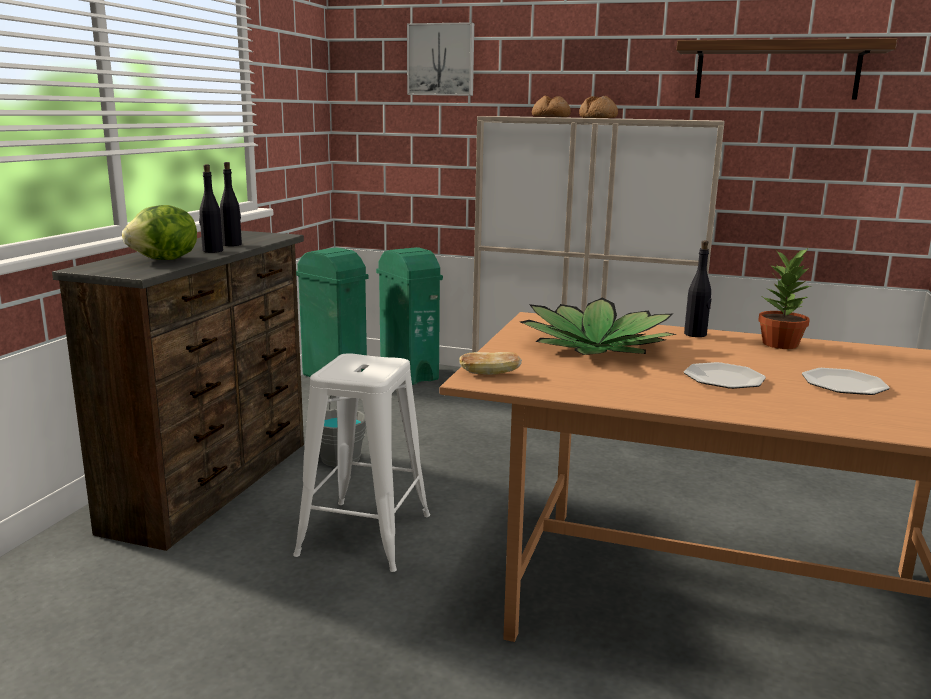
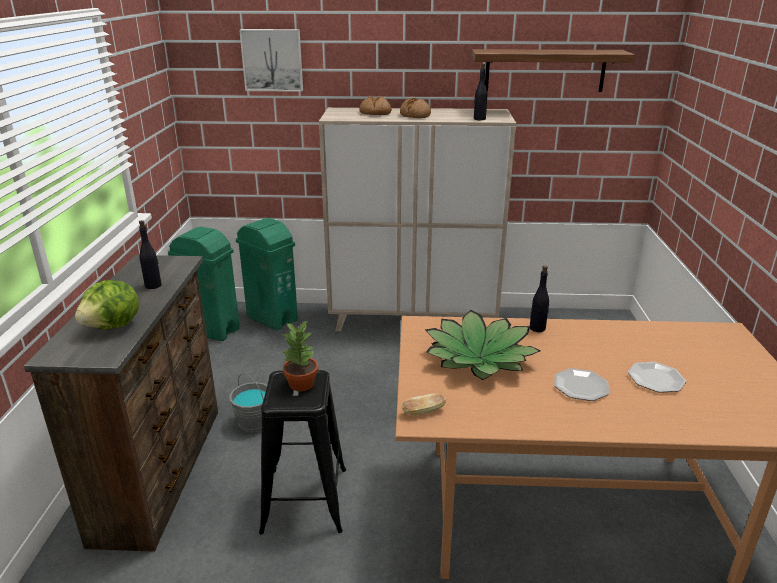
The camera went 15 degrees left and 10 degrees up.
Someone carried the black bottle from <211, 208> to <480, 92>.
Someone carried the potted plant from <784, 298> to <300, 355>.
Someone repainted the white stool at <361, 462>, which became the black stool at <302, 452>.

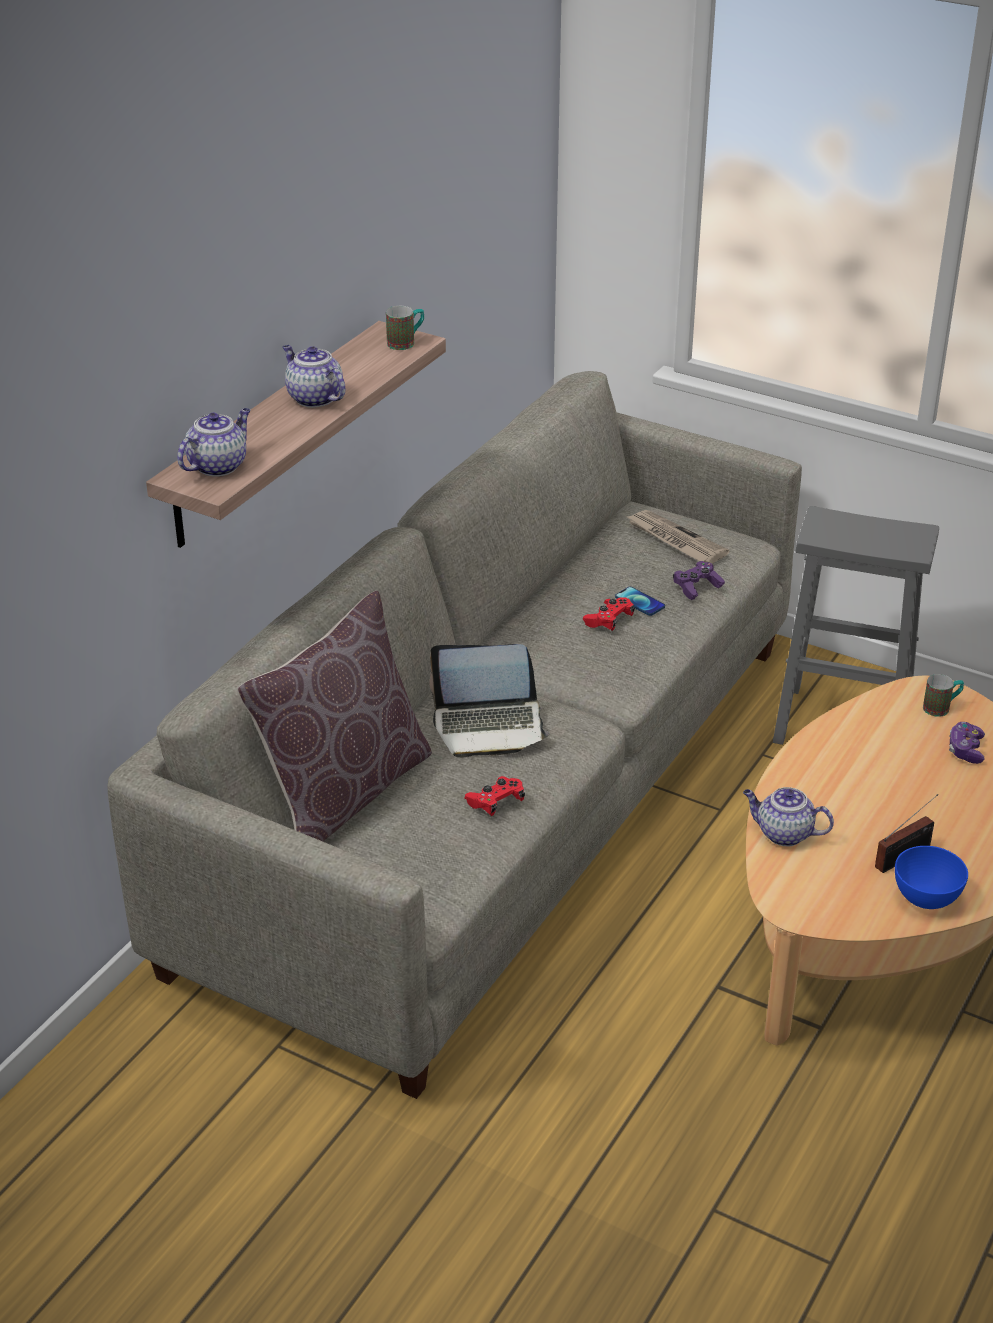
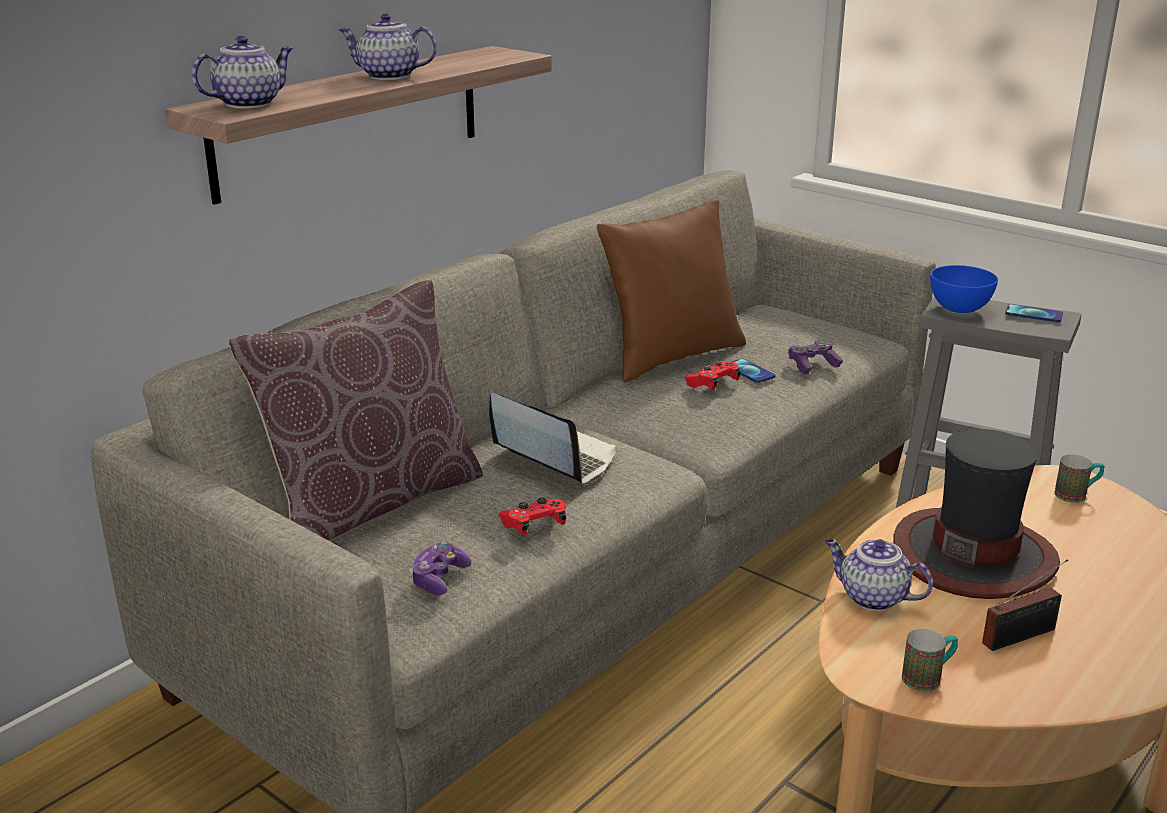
The camera went 10 degrees right and 10 degrees down.
Someone carried the mug from <405, 328> to <930, 660>.
Someone rotated the teapot at <313, 376> by 45 degrees counterclockwise.
Someone took away the newspaper at <677, 537>.
Someone rotated the laptop at <490, 701> by 150 degrees counterclockwise.
Someone carried the game controller from <967, 743> to <440, 568>.
Someone carried the blue bowl from <931, 877> to <964, 289>.
Someone put down the brown pillow at <671, 290>.
Someone put down the phone at <1034, 313>.
Someone put down the hat at <976, 514>.

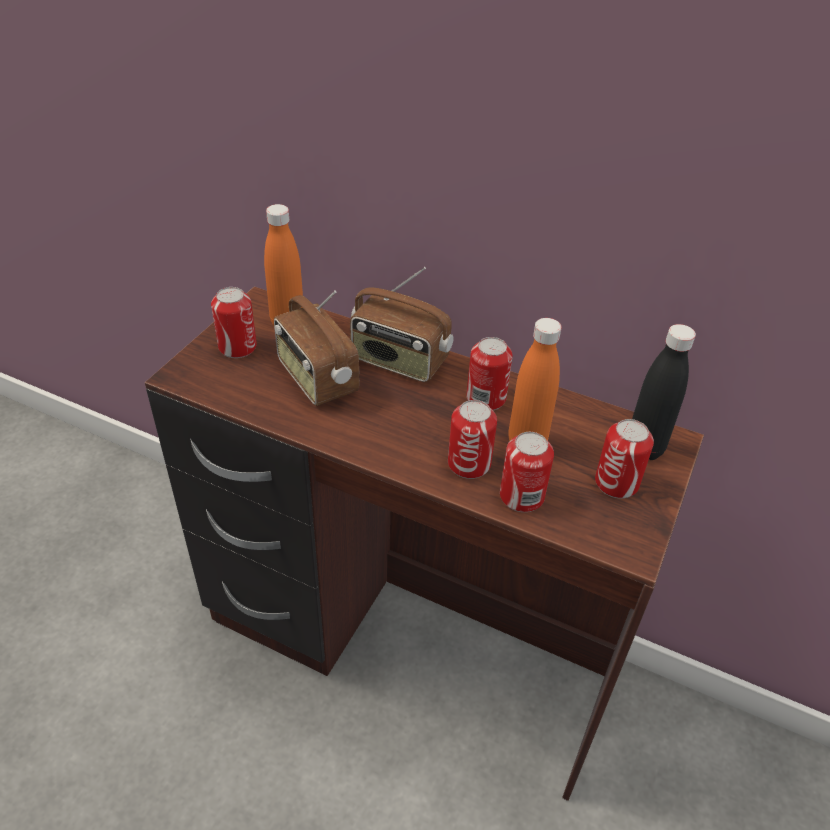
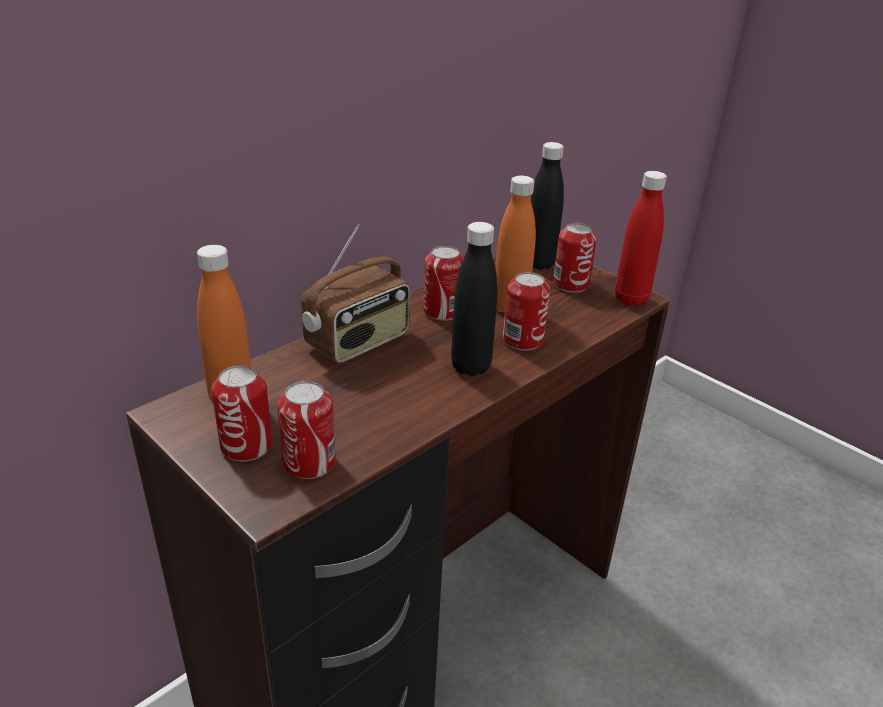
The camera went 70 degrees left and 10 degrees down.
Someone took away the radio at <316, 348>.
Someone carried the can from <527, 472> to <306, 430>.
Someone put down the red bottle at <641, 238>.
Someone put down the black bottle at <474, 299>.

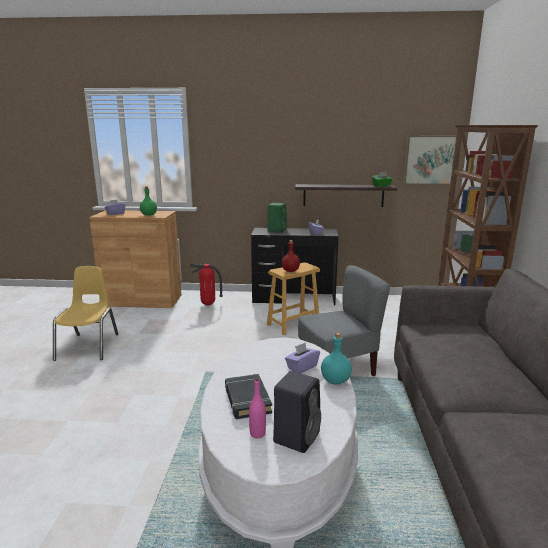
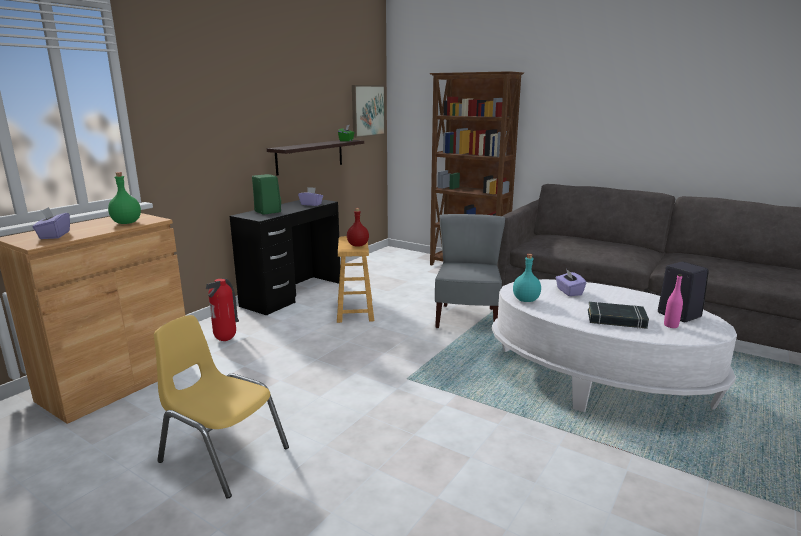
The camera went 60 degrees left and 0 degrees up.
Someone carried the turquoise bottle from <336, 359> to <527, 278>.

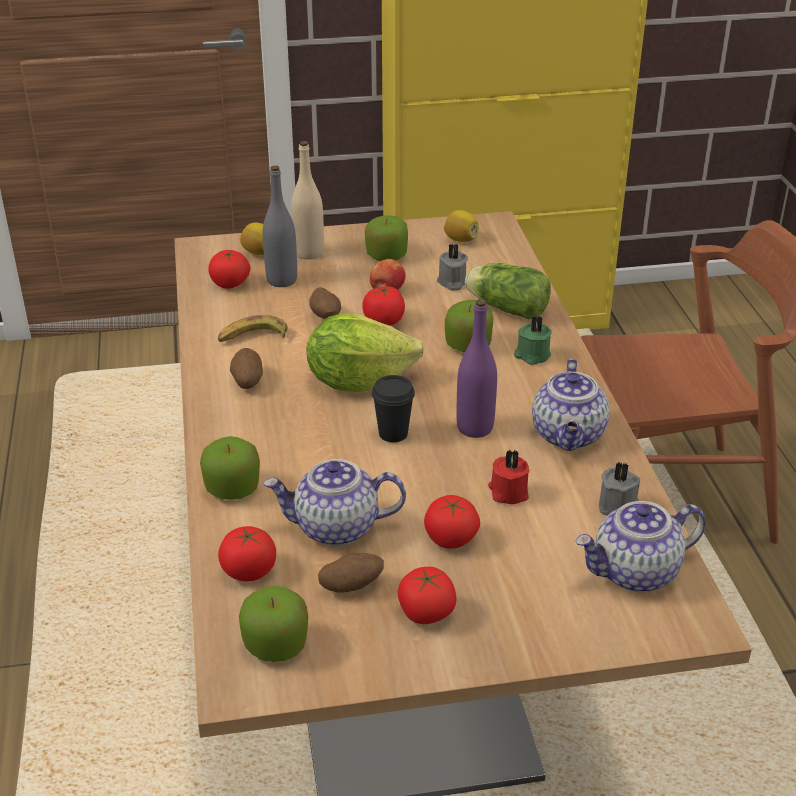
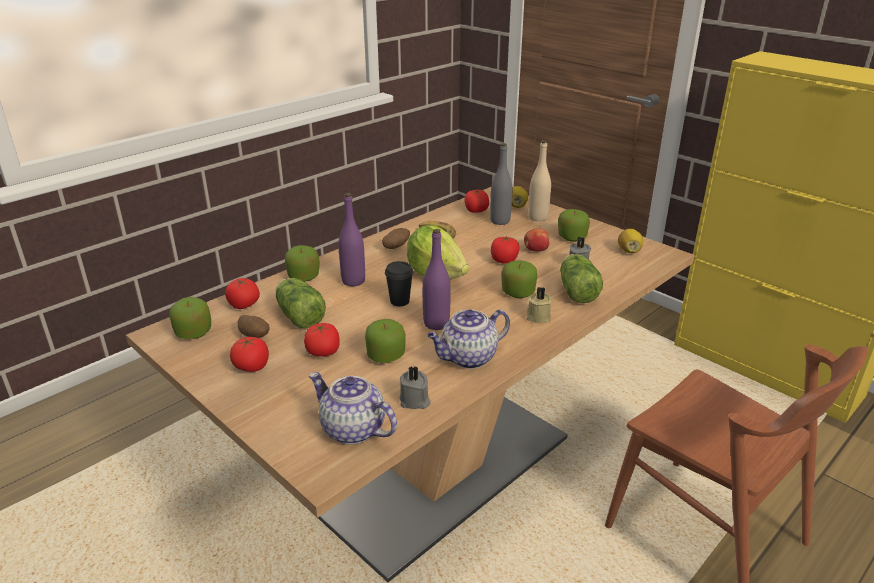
The camera went 55 degrees right and 5 degrees down.
Someone took away the potato at <325, 303>.
Someone repainted the green candle at <533, 340>, which became the beige candle at <539, 305>.
Someone swapped the red candle at <508, 476> for the apple at <385, 341>.
Someone swapped the teapot at <334, 502> for the lettuce at <301, 303>.
Someone put down the purple bottle at <352, 239>.

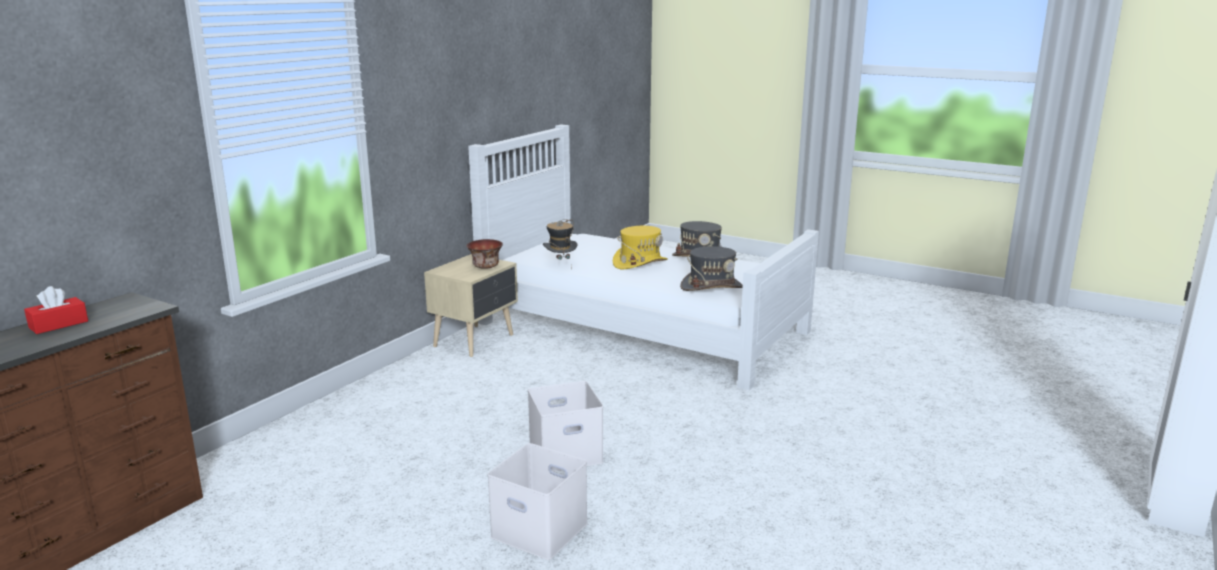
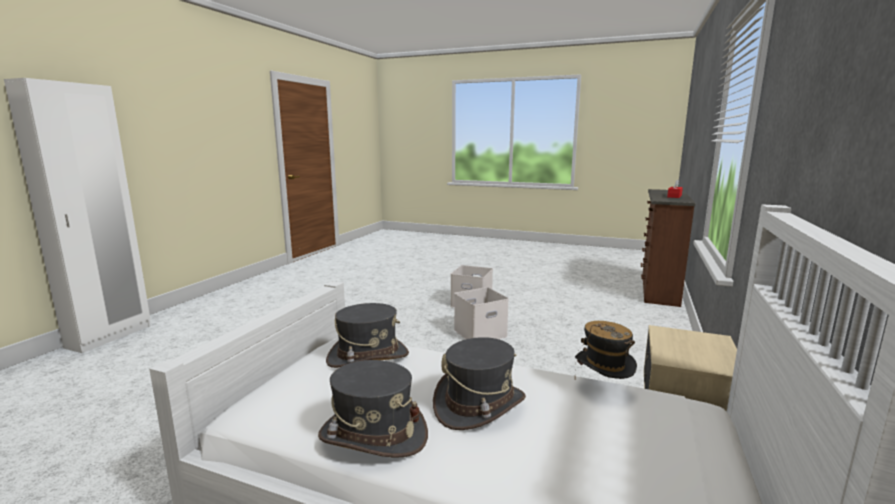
The camera went 170 degrees right and 5 degrees down.
Someone repainted the yellow hat at <640, 247>, which became the grey hat at <479, 383>.
Someone took away the bowl at <485, 254>.

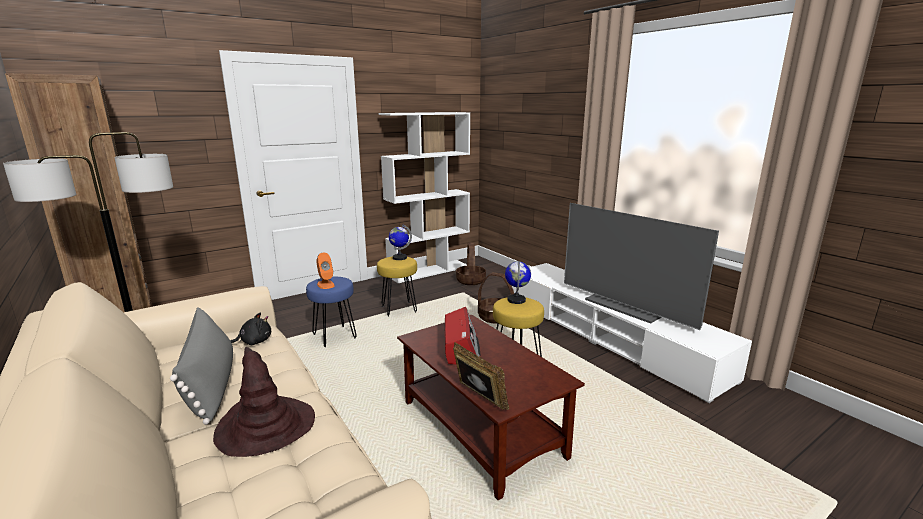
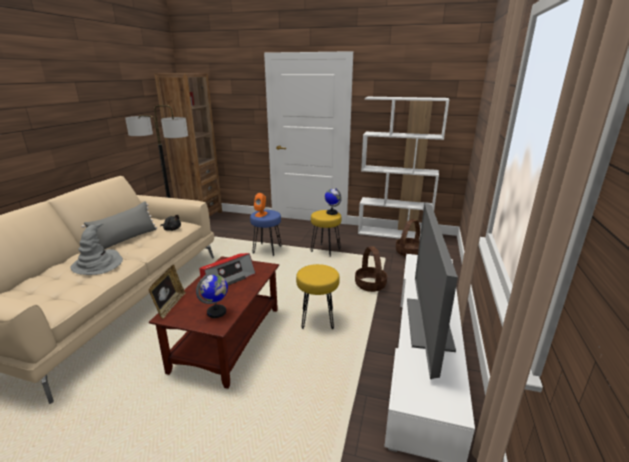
The camera went 50 degrees right and 5 degrees up.
Someone carried the globe from <518, 282> to <212, 296>.
Someone repainted the brown hat at <264, 402>, which became the grey hat at <96, 249>.

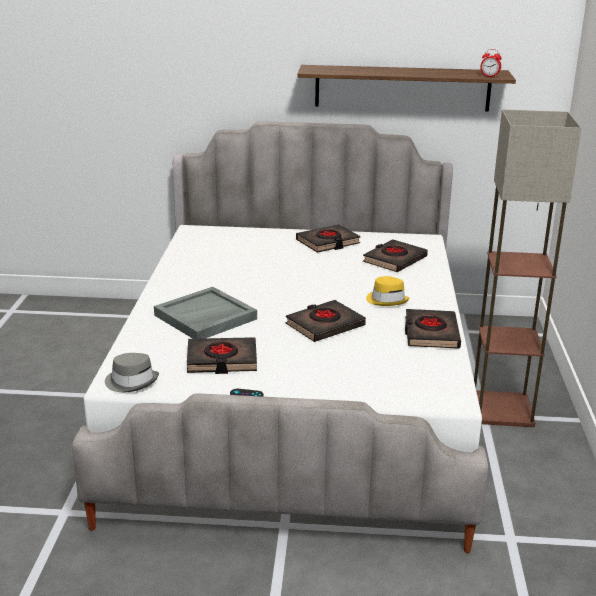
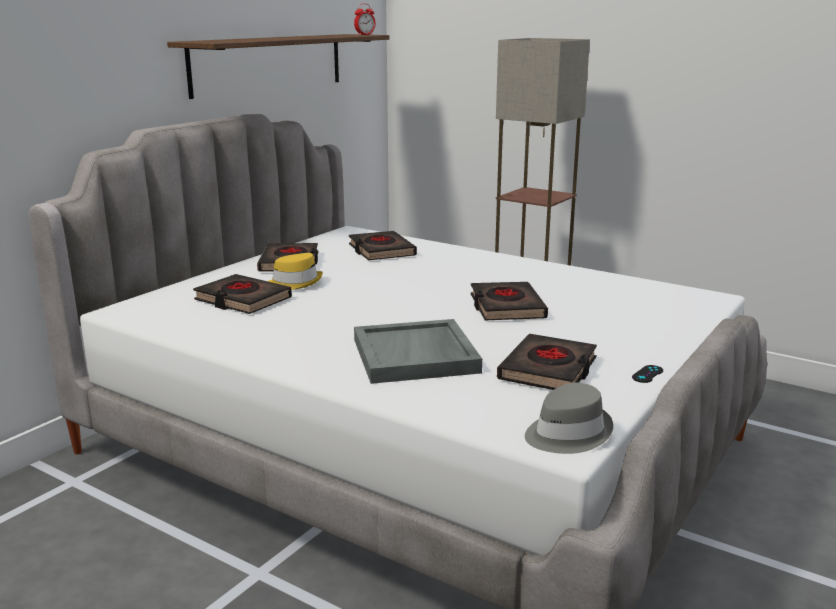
The camera went 60 degrees left and 5 degrees down.
Someone carried the yellow hat from <388, 291> to <295, 271>.
Someone carried the black book from <433, 329> to <242, 294>.

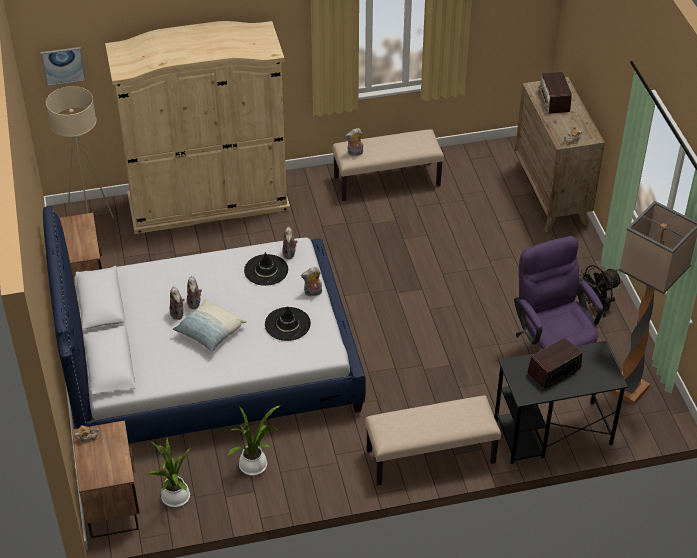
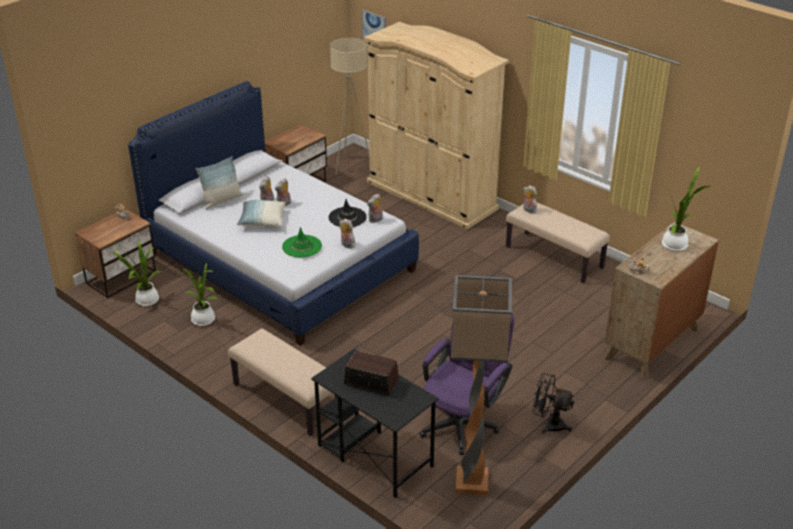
The camera went 55 degrees right and 10 degrees down.
Someone swapped the radio at <555, 93> for the potted plant at <686, 208>.
Someone repainted the black hat at <288, 323>, which became the green hat at <302, 242>.
Someone put down the pillow at <219, 183>.

